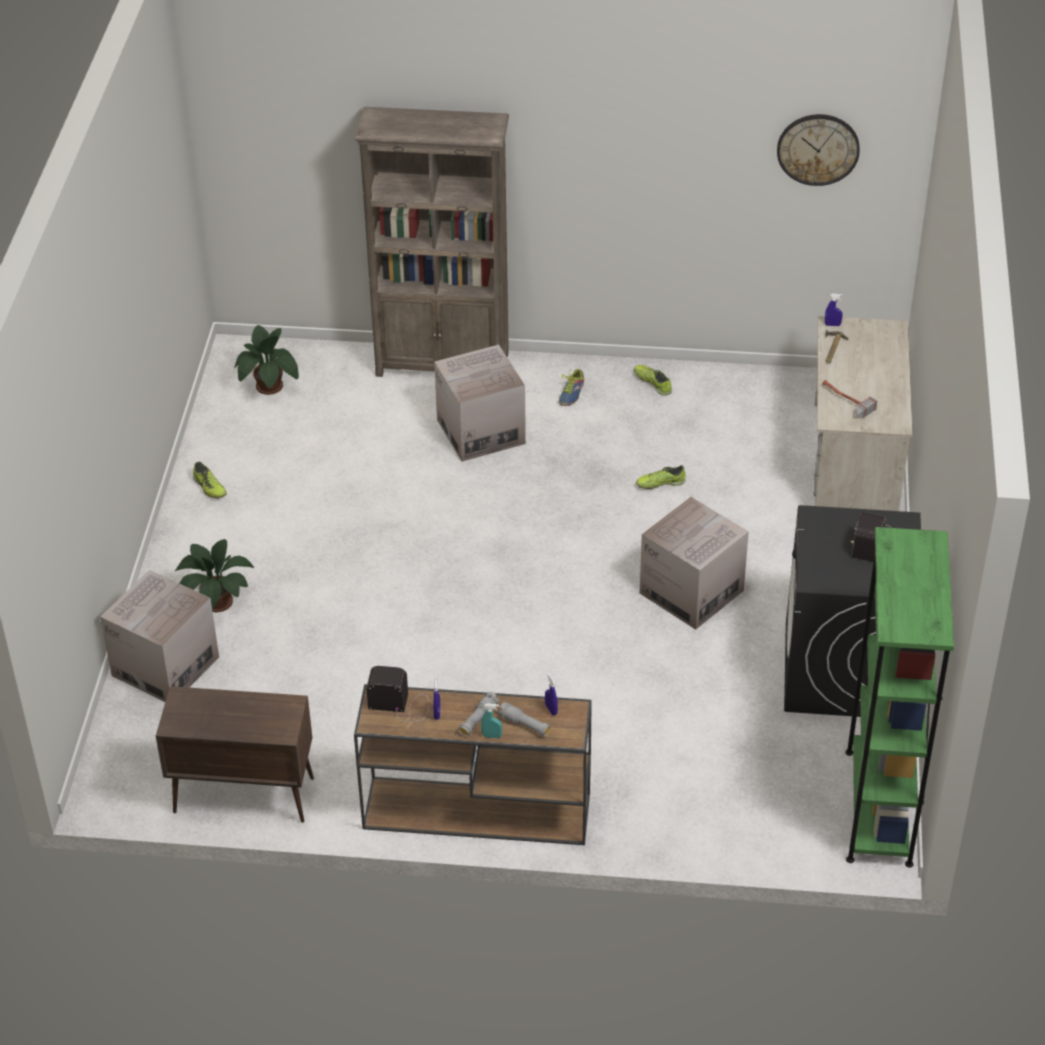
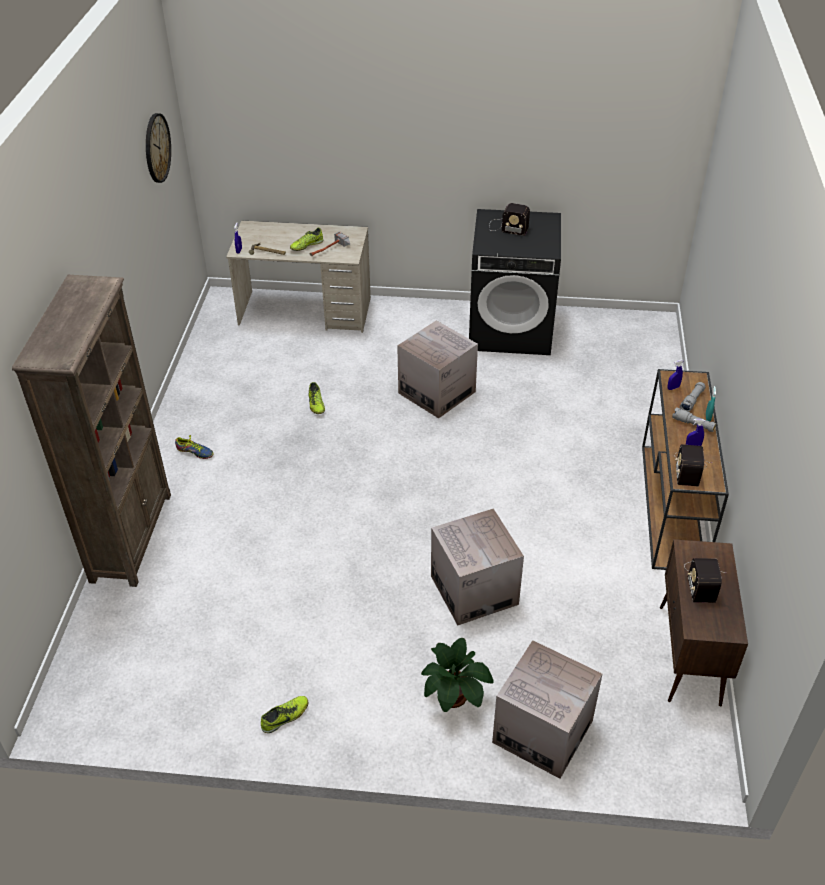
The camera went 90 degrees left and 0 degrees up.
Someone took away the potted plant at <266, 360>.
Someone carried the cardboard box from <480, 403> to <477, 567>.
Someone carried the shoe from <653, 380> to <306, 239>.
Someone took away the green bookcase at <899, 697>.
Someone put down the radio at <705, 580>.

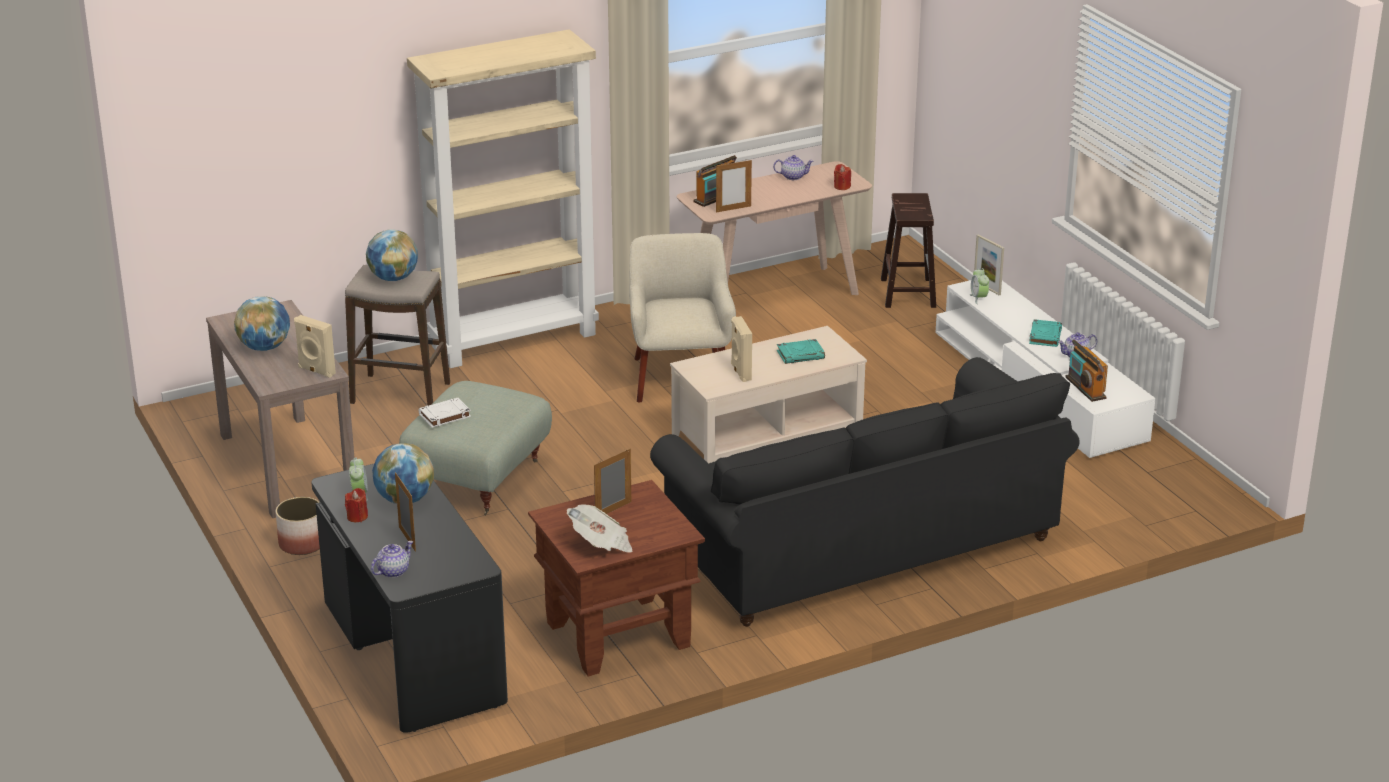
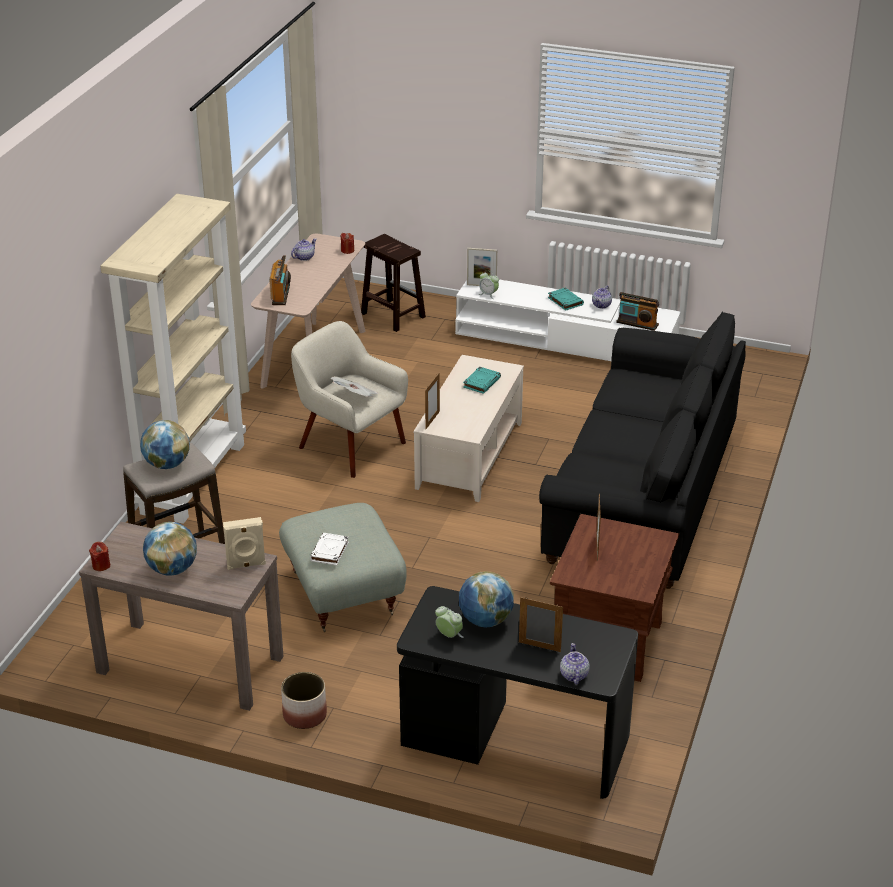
The camera went 45 degrees left and 5 degrees up.
Someone carried the picture frame from <734, 186> to <432, 401>.
Someone took away the beige speaker at <741, 349>.
Someone carried the red candle from <356, 505> to <99, 556>.
Someone carried the newspaper from <600, 529> to <355, 386>.

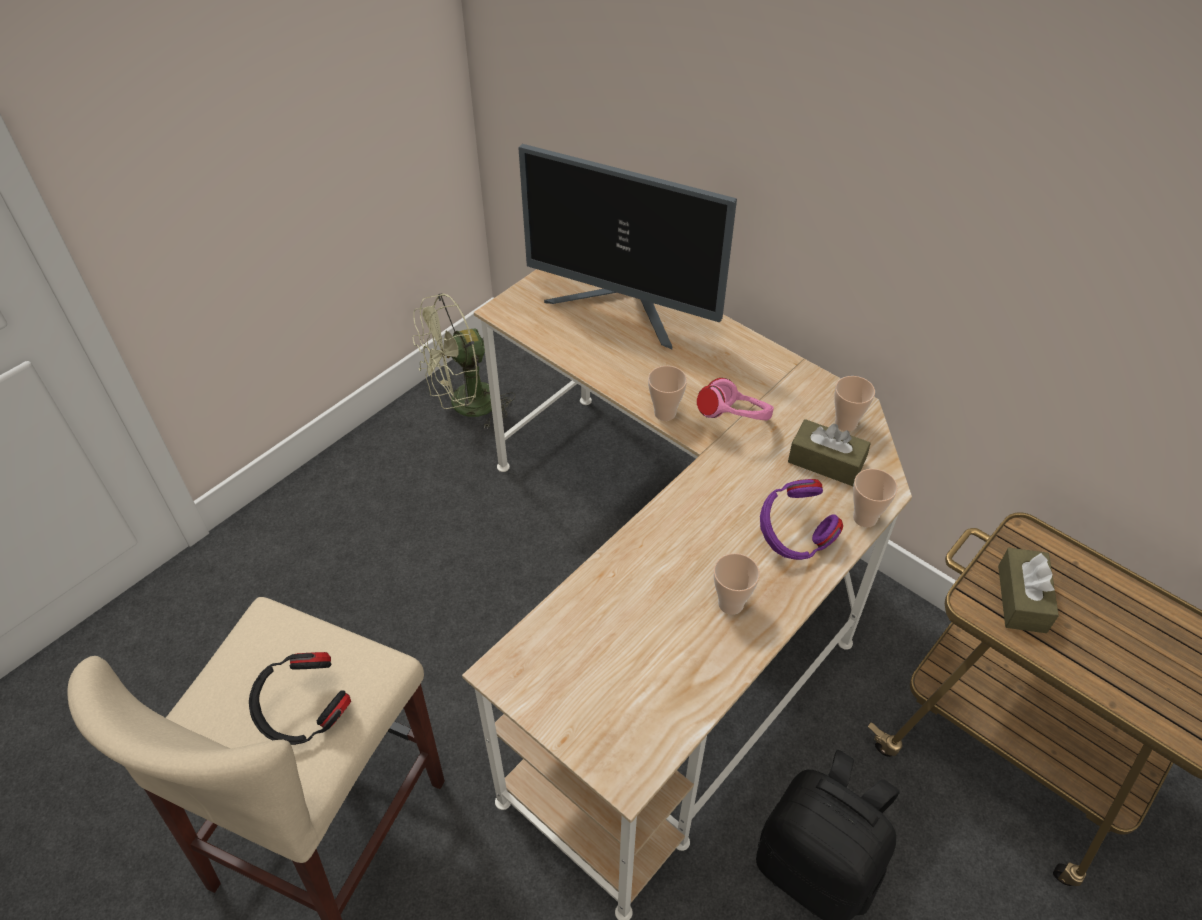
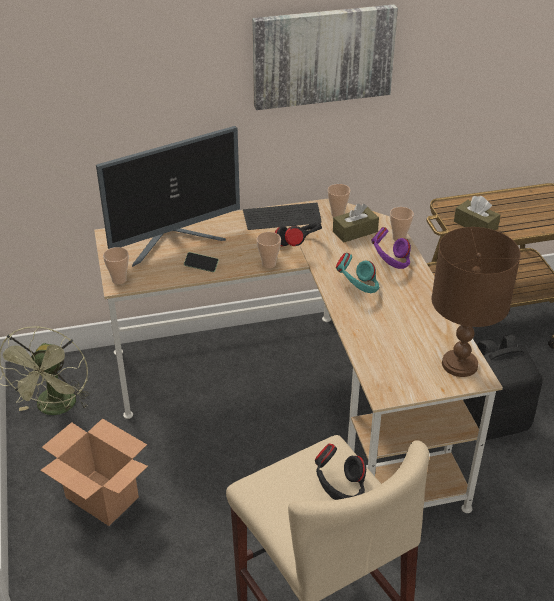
The camera went 55 degrees left and 10 degrees down.
Someone repainted the pink headphones at <735, 399>, which became the black headphones at <298, 234>.
Someone carried the cup from <737, 584> to <116, 265>.
Someone put up the picture at <325, 57>.
Someone put down the keyboard at <282, 216>.
Someone put down the brown table lamp at <476, 302>.
Someone put down the phone at <201, 262>.
Someone put down the turquoise headphones at <357, 273>.
Someone put down the cardboard box at <94, 472>.

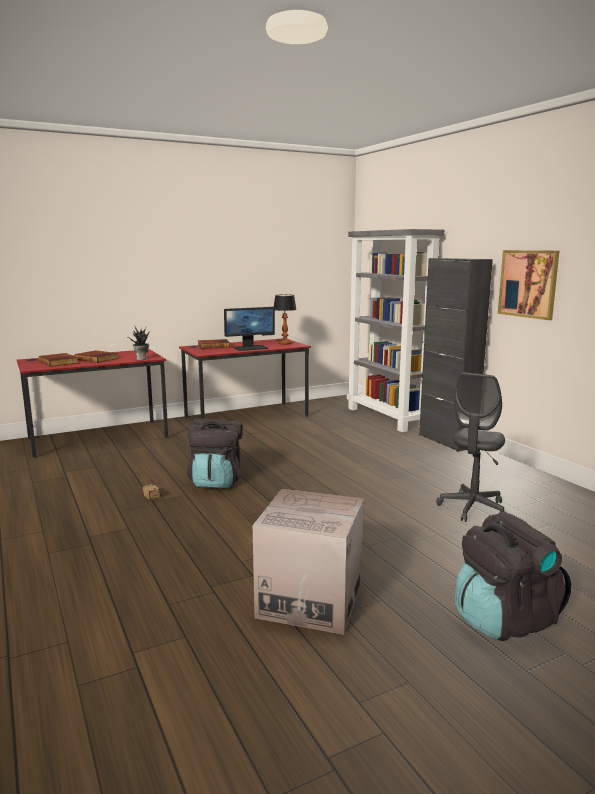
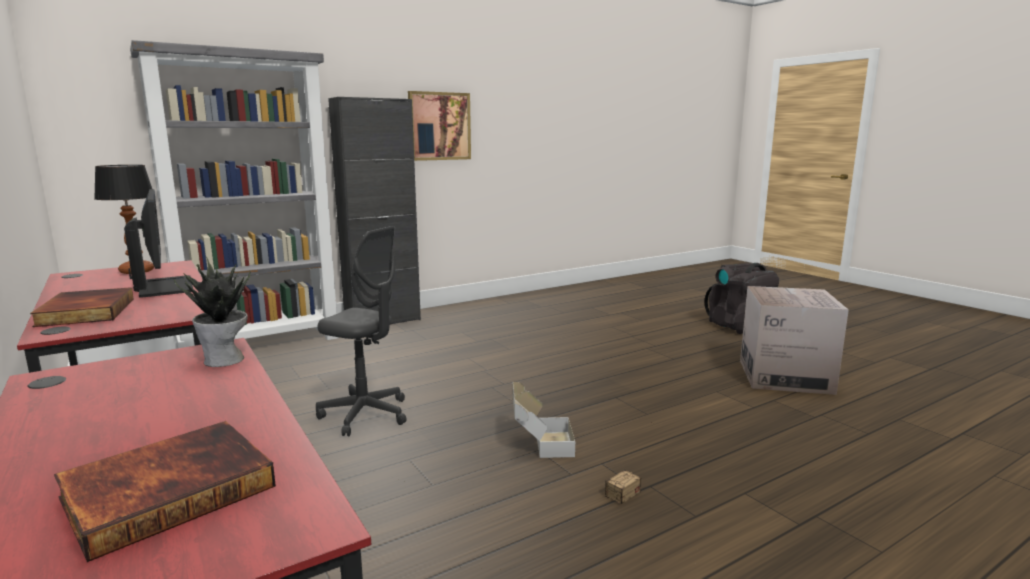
The camera went 95 degrees left and 0 degrees up.
Someone took away the book at <97, 356>.
Someone carried the grey office chair from <471, 447> to <361, 331>.
Someone swapped the black backpack at <215, 453> for the cardboard box at <544, 420>.

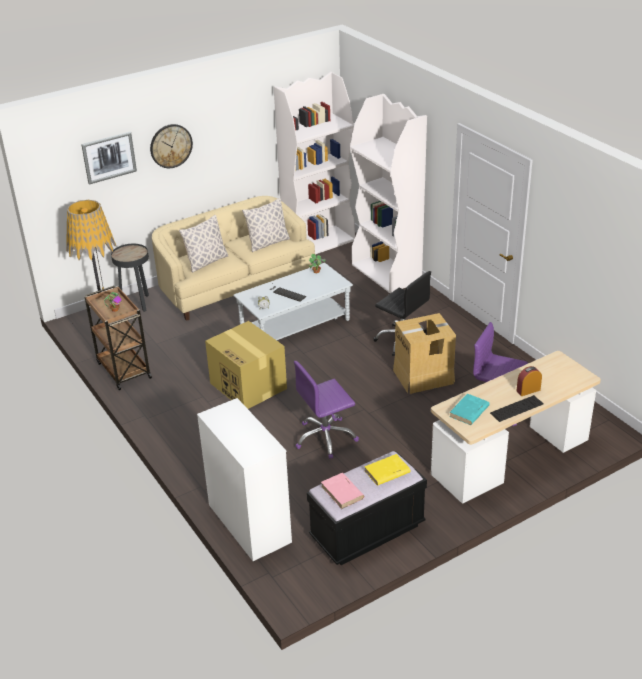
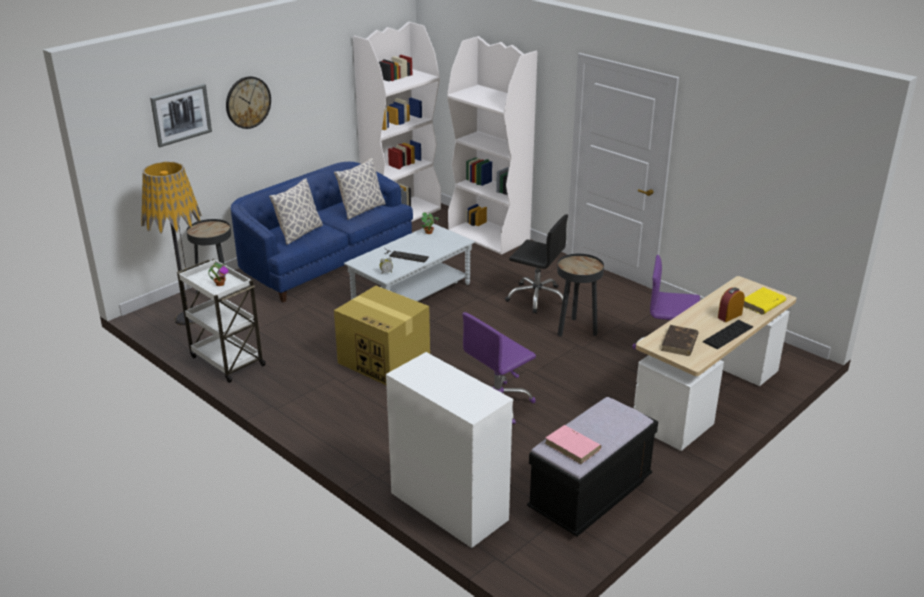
The camera went 15 degrees left and 5 degrees down.
Someone repainted the beige sofa at <233, 258>, which became the blue sofa at <322, 232>.
Someone repainted the brown cart at <118, 338>, which became the white cart at <221, 321>.
Someone swapped the cardboard box at <424, 353> for the black side table at <580, 295>.
Someone repainted the turquoise book at <469, 409>, which became the brown book at <680, 340>.
Someone carried the yellow book from <387, 470> to <764, 301>.

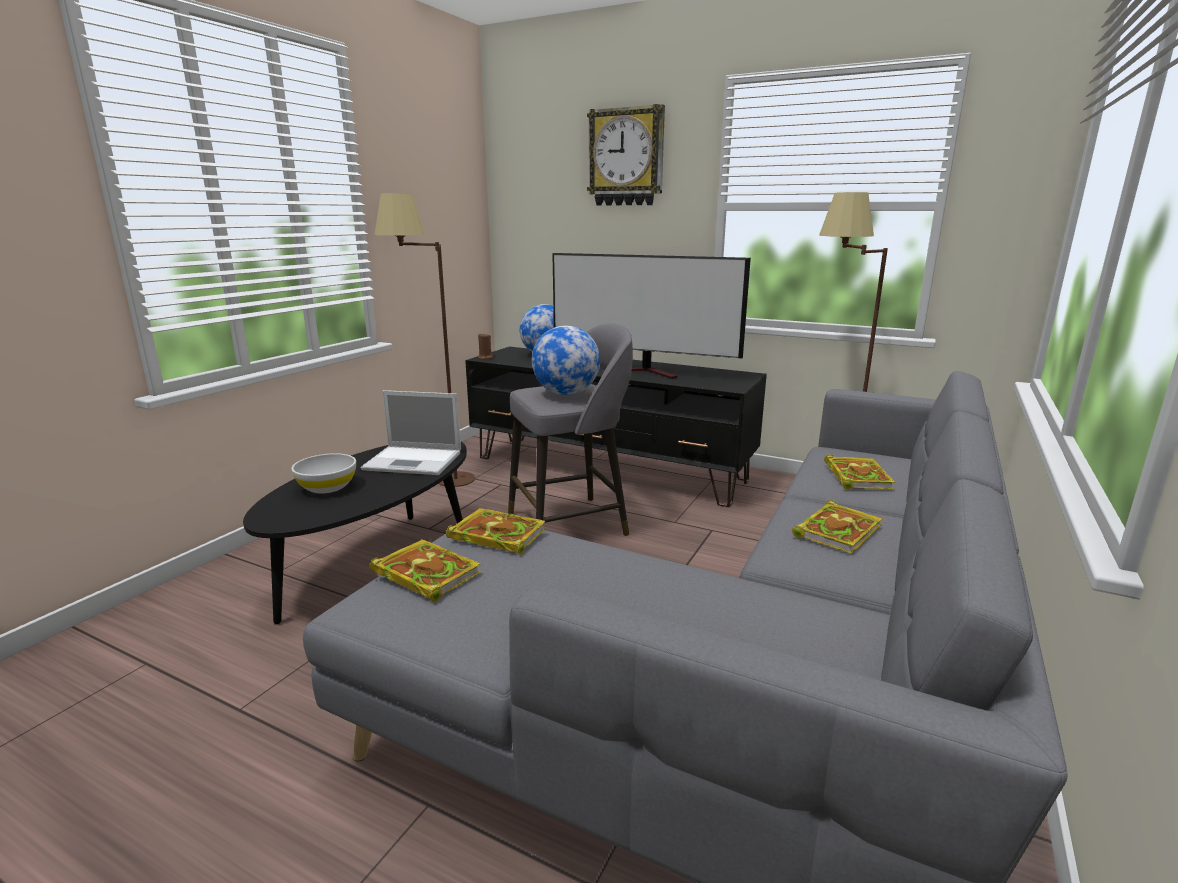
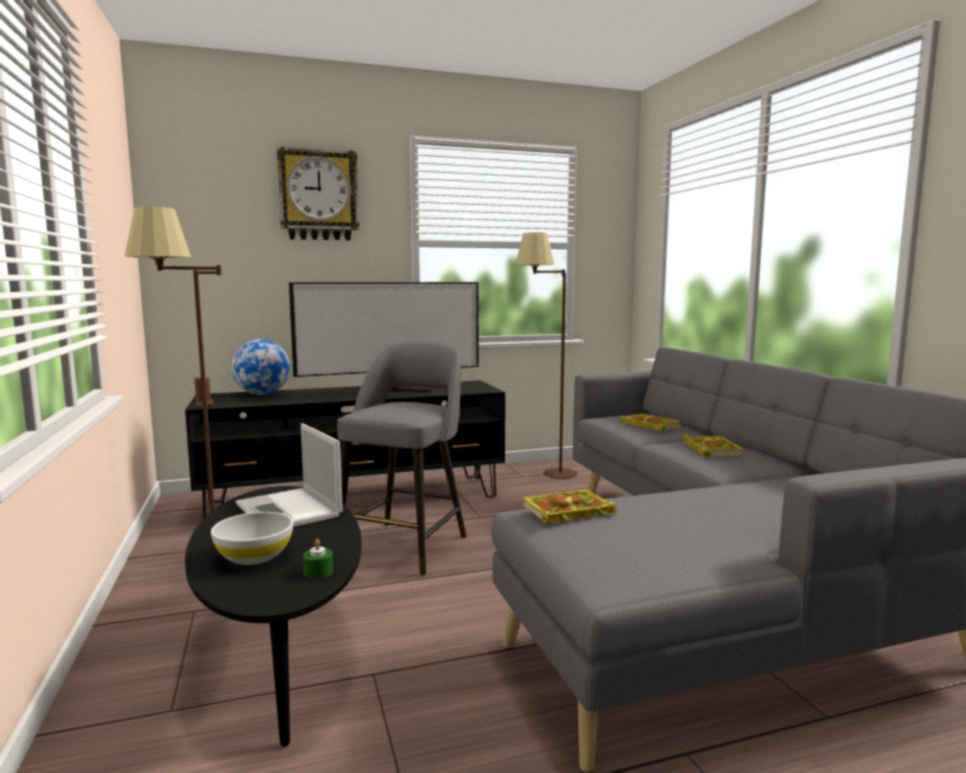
The camera went 45 degrees left and 10 degrees down.
Someone took away the globe at <566, 360>.
Someone rotated the laptop at <410, 432> by 90 degrees clockwise.
Someone took away the book at <425, 570>.
Someone put down the green candle at <318, 558>.

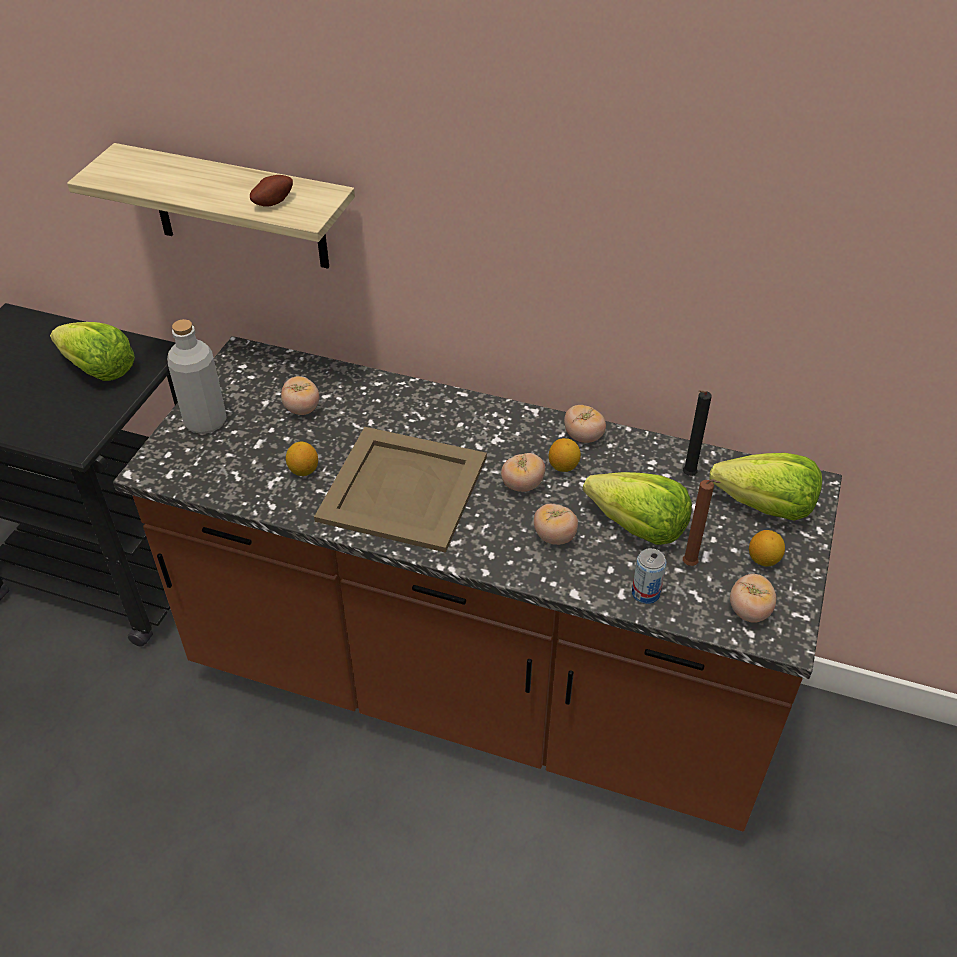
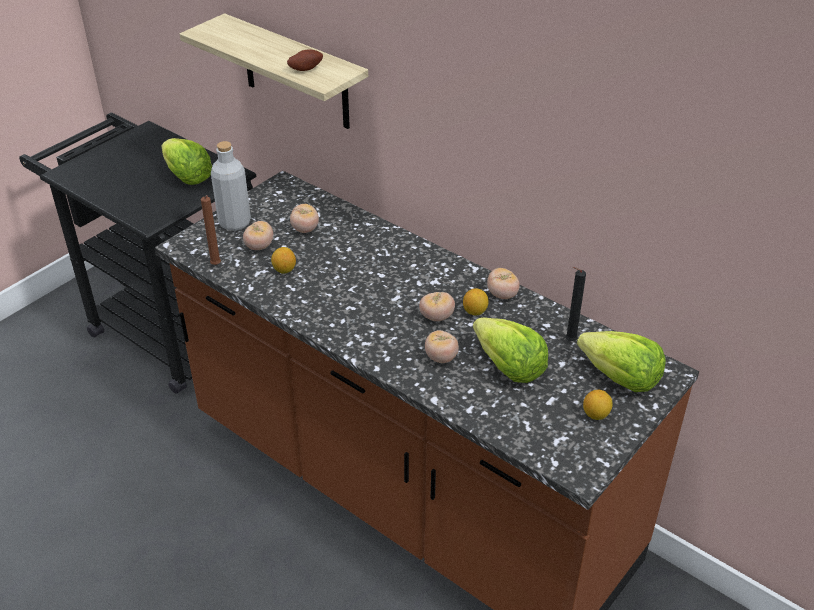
The camera went 20 degrees right and 5 degrees down.
Someone took away the beige tray at <400, 490>.
Someone carried the brown candle from <702, 522> to <211, 230>.
Someone took away the can at <649, 576>.
Someone carried the tomato from <753, 598> to <258, 235>.

